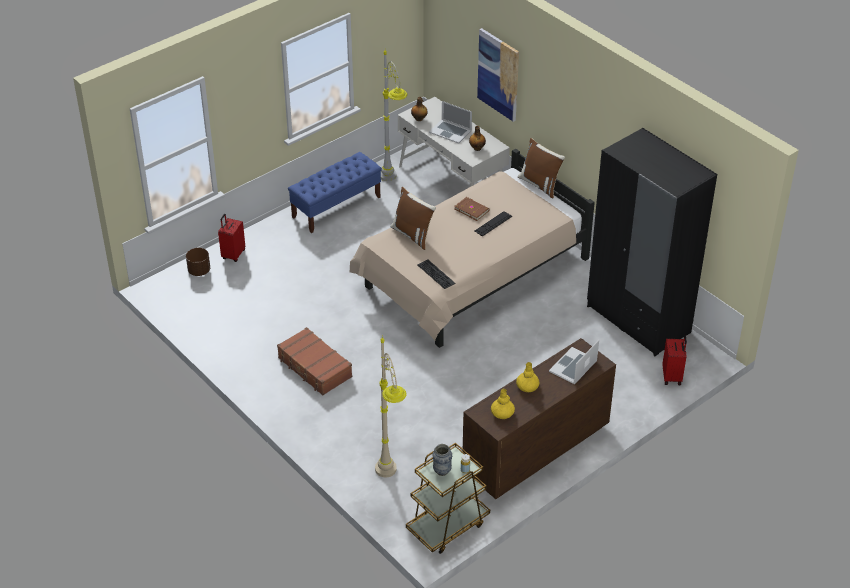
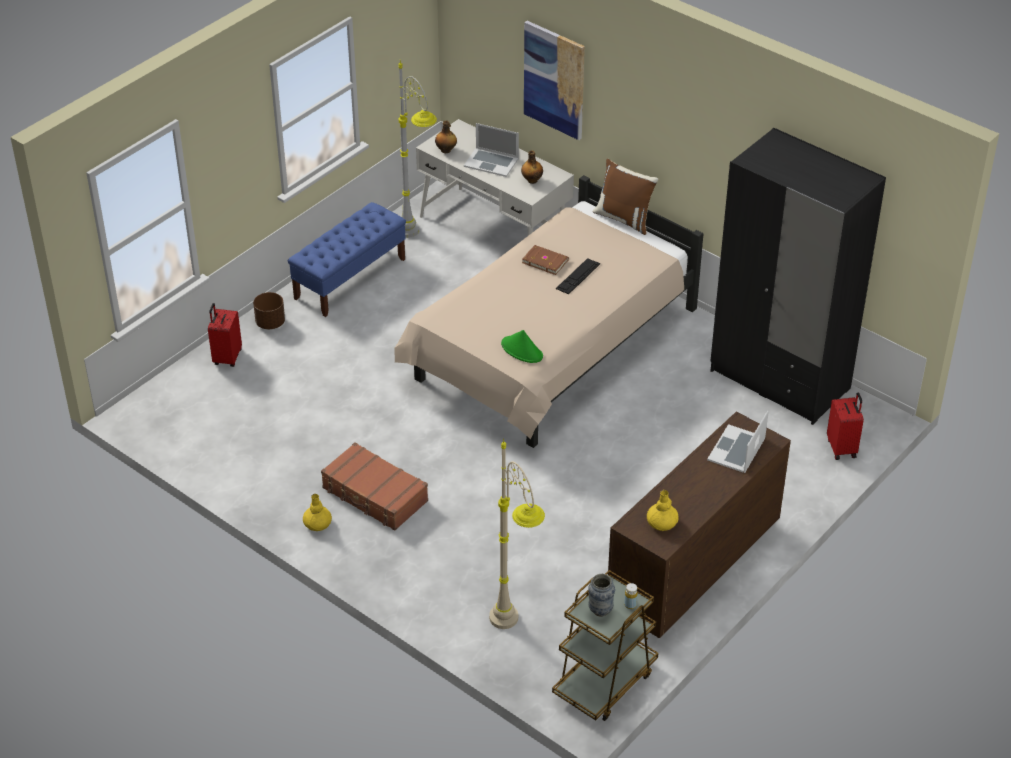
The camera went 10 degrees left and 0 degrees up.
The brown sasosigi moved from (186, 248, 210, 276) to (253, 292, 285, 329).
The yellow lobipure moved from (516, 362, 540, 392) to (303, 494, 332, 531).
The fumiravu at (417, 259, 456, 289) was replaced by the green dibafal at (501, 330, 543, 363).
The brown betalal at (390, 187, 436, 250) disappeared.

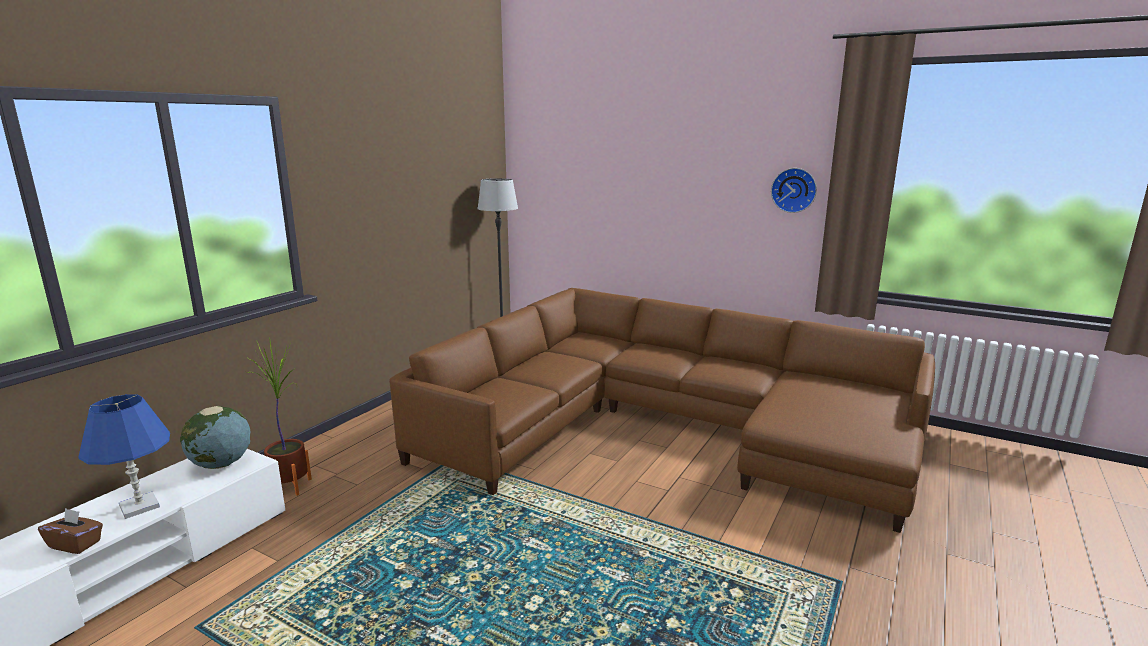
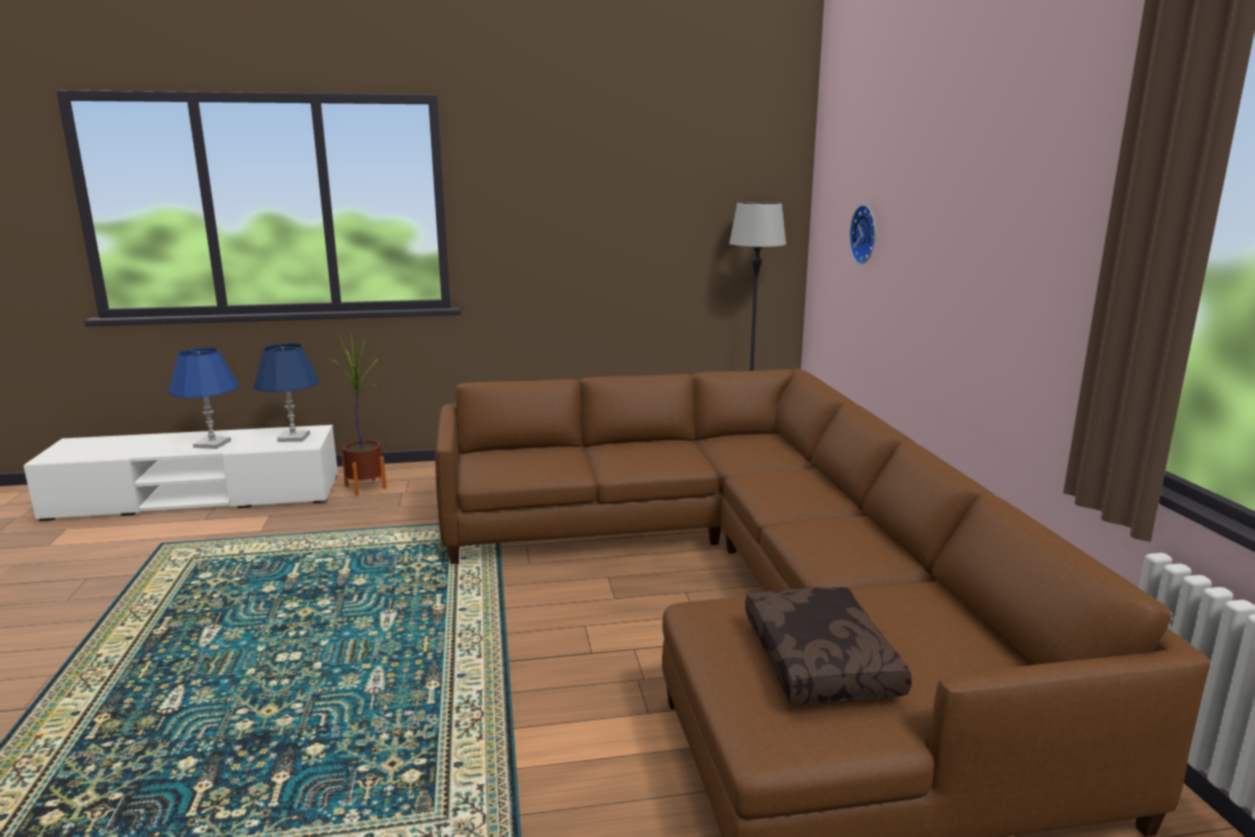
The camera went 50 degrees right and 0 degrees up.
The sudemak at (180, 406, 250, 469) was replaced by the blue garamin at (254, 343, 319, 442).
The brown betalal at (745, 587, 912, 704) appeared.
The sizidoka moved from (771, 168, 817, 213) to (849, 205, 876, 265).
The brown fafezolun at (38, 508, 103, 554) disappeared.

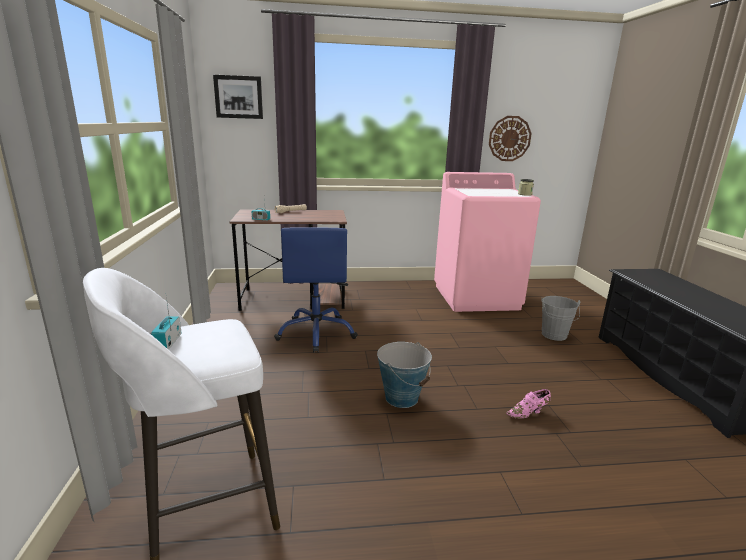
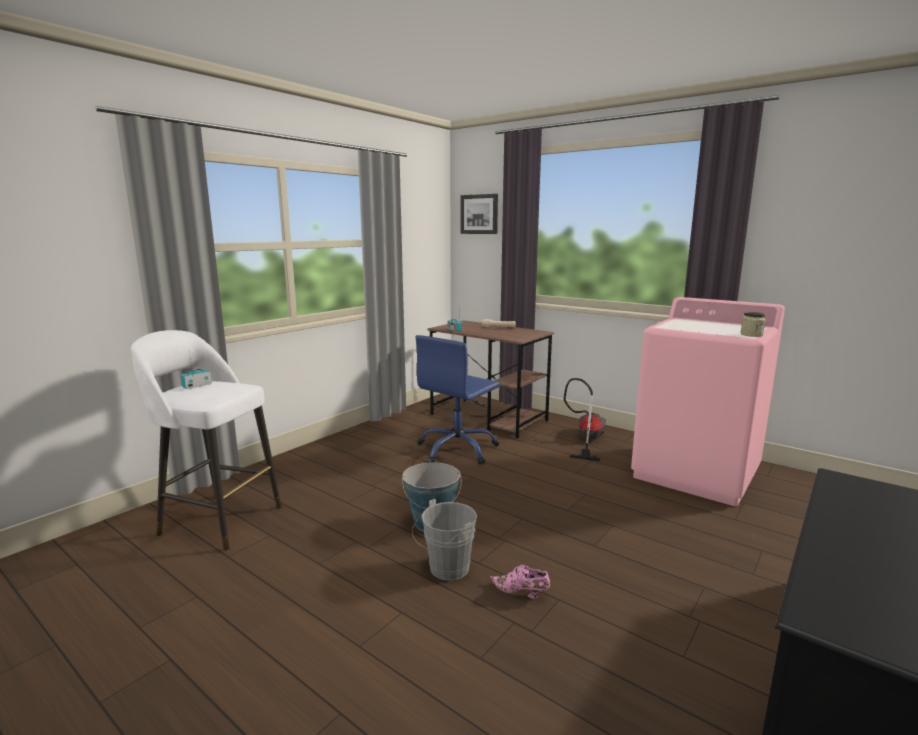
The camera went 45 degrees right and 5 degrees down.
The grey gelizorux moved from (541, 296, 581, 341) to (412, 499, 477, 581).
The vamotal at (564, 378, 606, 461) appeared.
The sizidoka at (489, 116, 532, 161) disappeared.

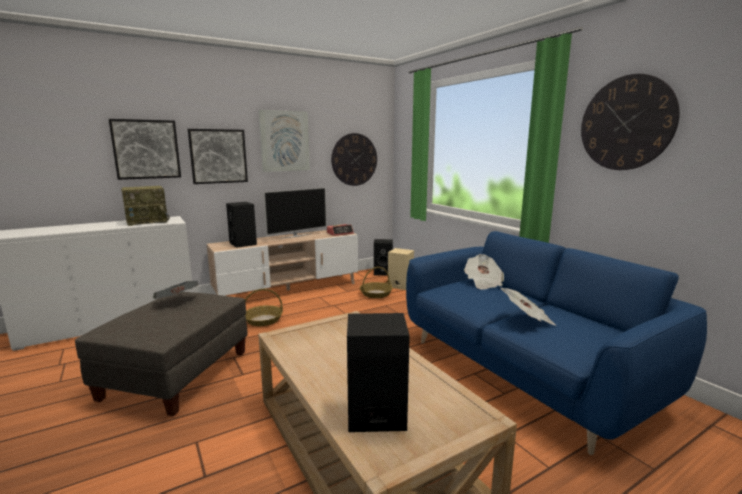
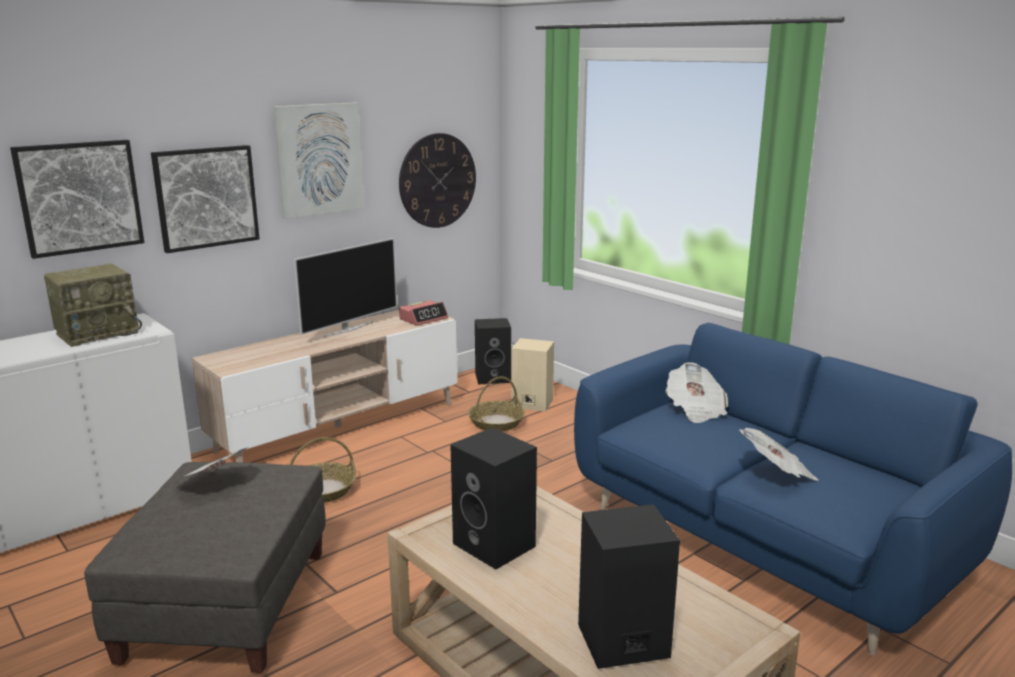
The camera went 10 degrees left and 5 degrees up.
The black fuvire moved from (226, 202, 257, 248) to (450, 427, 537, 569).
The sizidoka at (581, 74, 680, 170) disappeared.

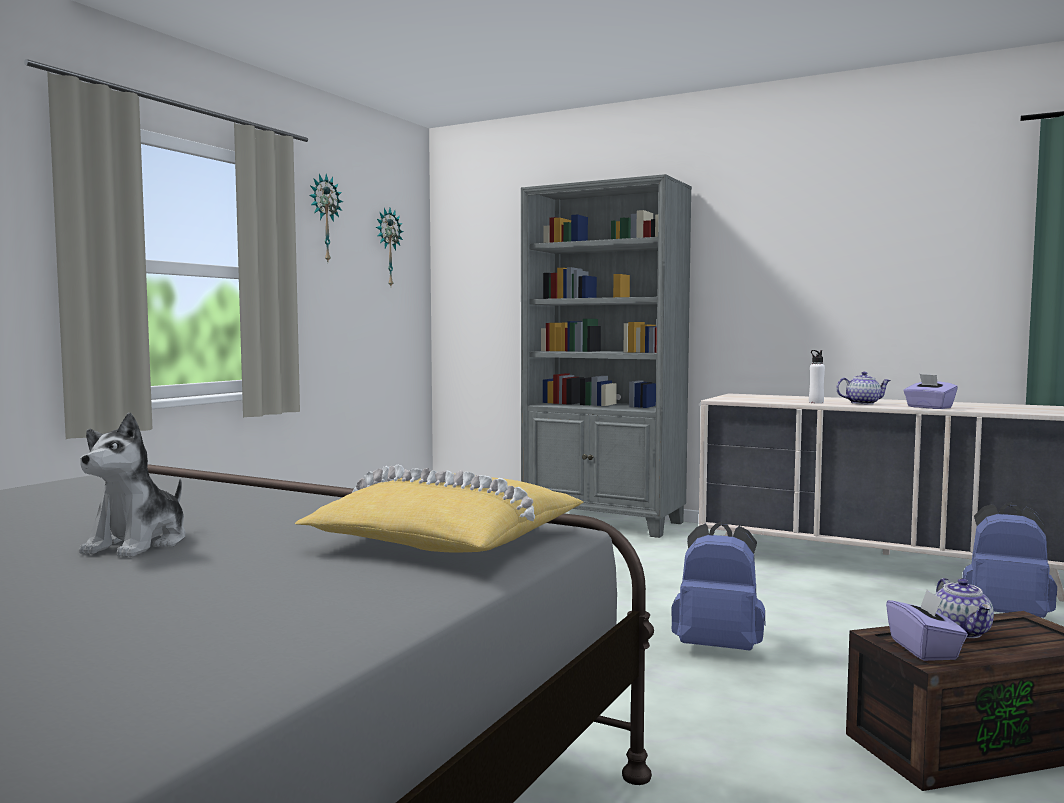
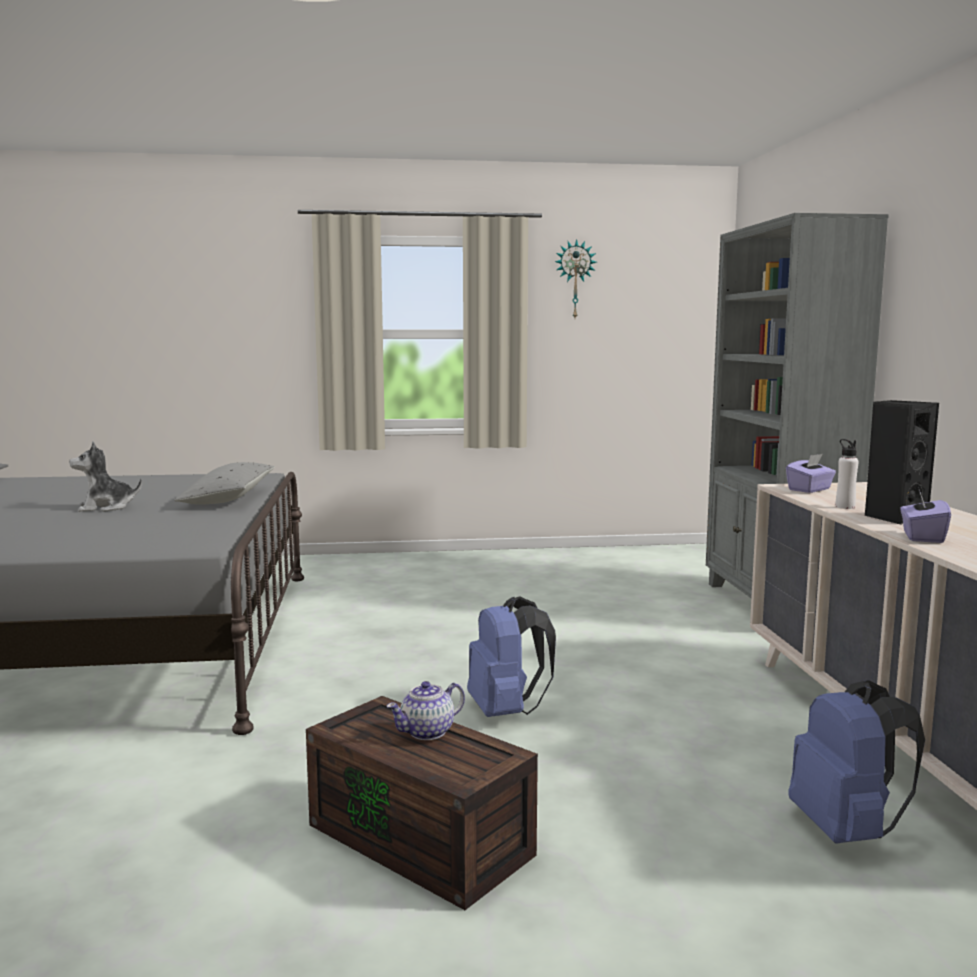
The camera went 55 degrees right and 5 degrees up.
The grey betalal at (174, 462, 275, 505) appeared.
The purple fafezolun moved from (886, 589, 968, 661) to (786, 454, 836, 493).
The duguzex at (836, 372, 891, 404) was replaced by the black fuvire at (865, 400, 939, 525).
The yellow betalal at (295, 465, 584, 553) disappeared.
The sizidoka at (376, 208, 403, 286) disappeared.

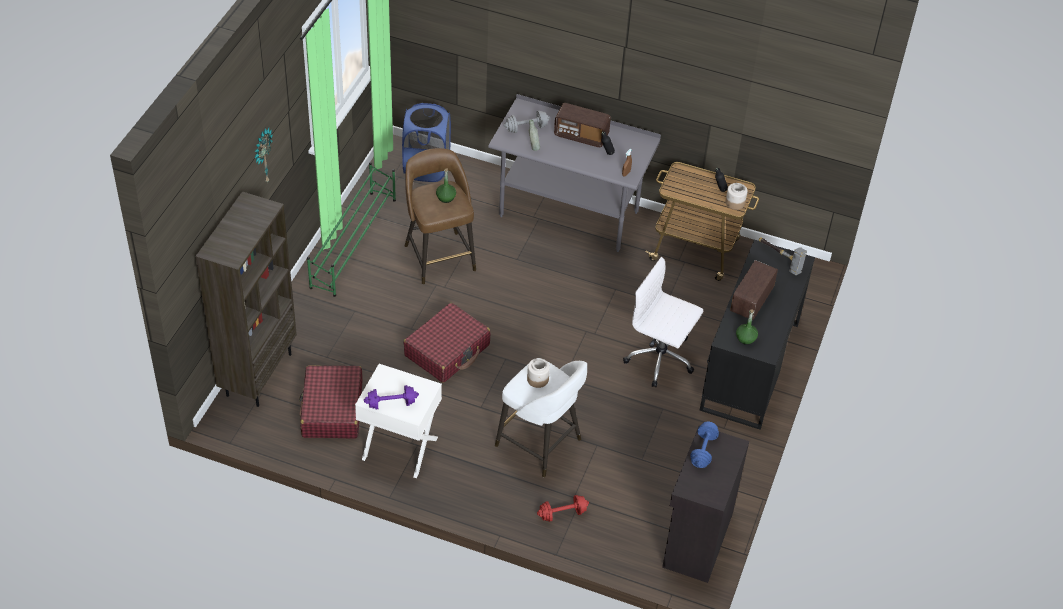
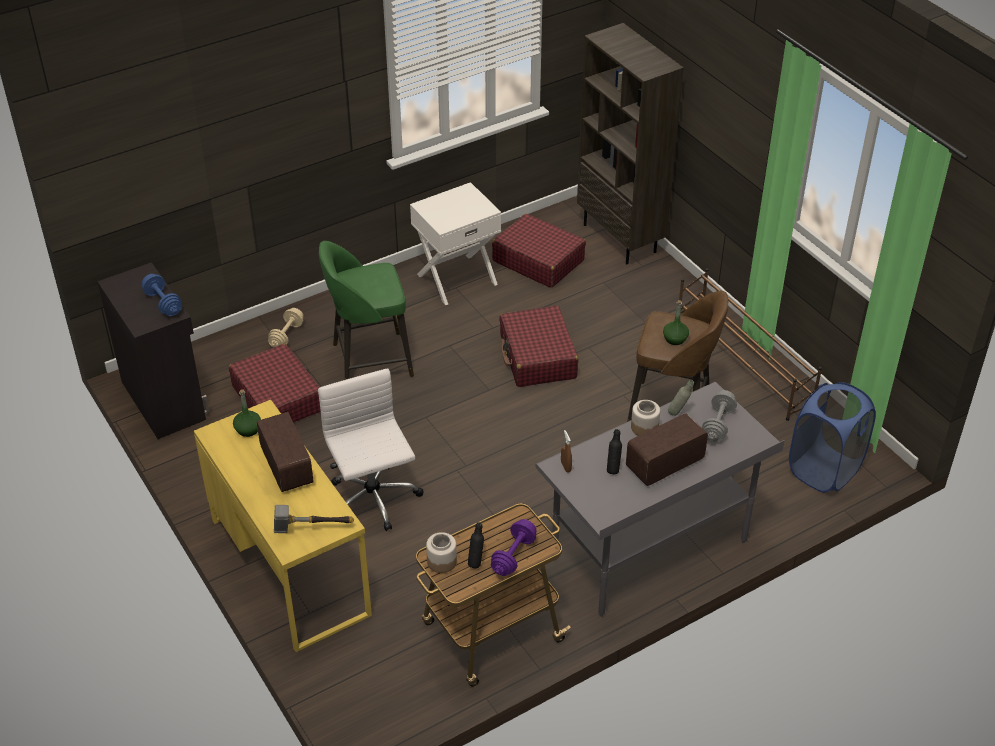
The camera went 130 degrees right and 5 degrees down.
The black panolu at (700, 240, 815, 430) became the yellow panolu at (194, 400, 372, 652).
The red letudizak at (229, 343, 321, 423) appeared.
The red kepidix at (537, 495, 589, 522) became the beige kepidix at (268, 308, 303, 348).
The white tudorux at (623, 257, 703, 387) turned 90 degrees counterclockwise.
The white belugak at (495, 358, 587, 477) became the green belugak at (319, 241, 414, 380).
The purple kepidix moved from (364, 385, 419, 410) to (491, 519, 536, 576).
The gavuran moved from (527, 358, 550, 388) to (631, 400, 660, 436).
The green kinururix at (307, 162, 396, 297) became the brown kinururix at (679, 268, 822, 421).
The sizidoka at (255, 128, 273, 183) disappeared.

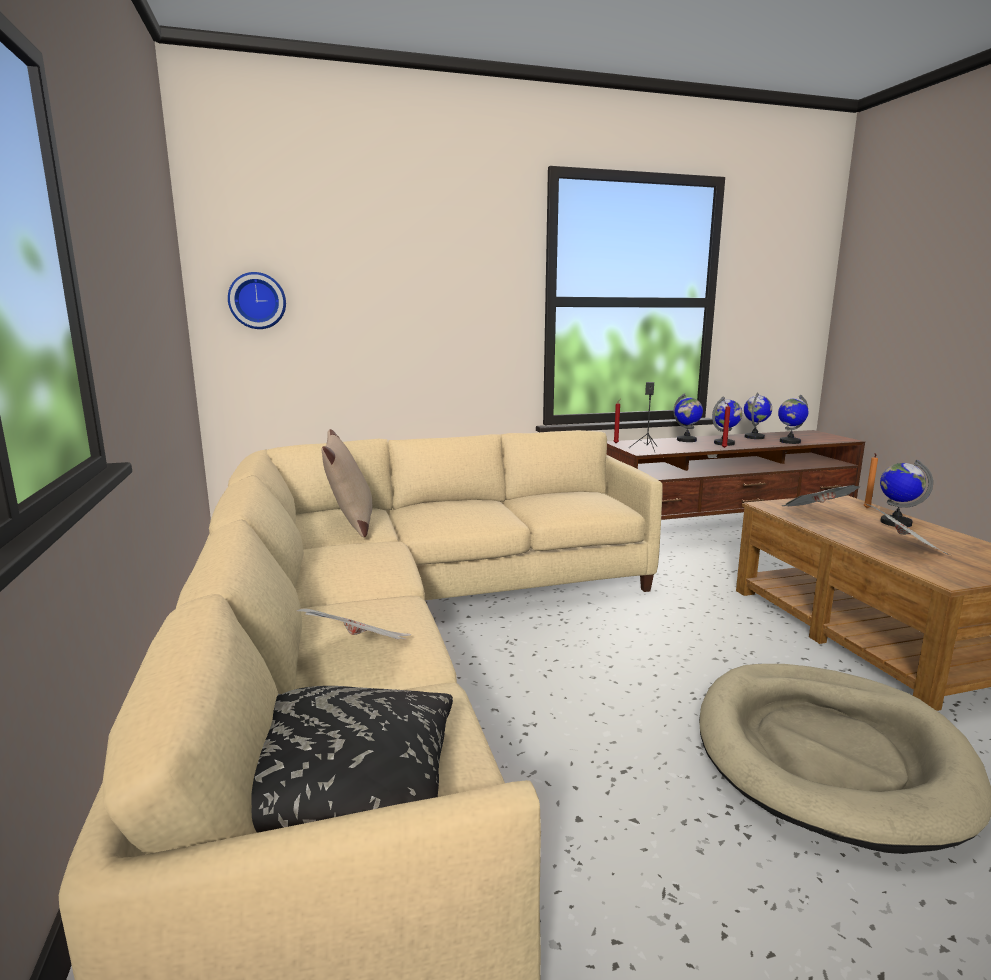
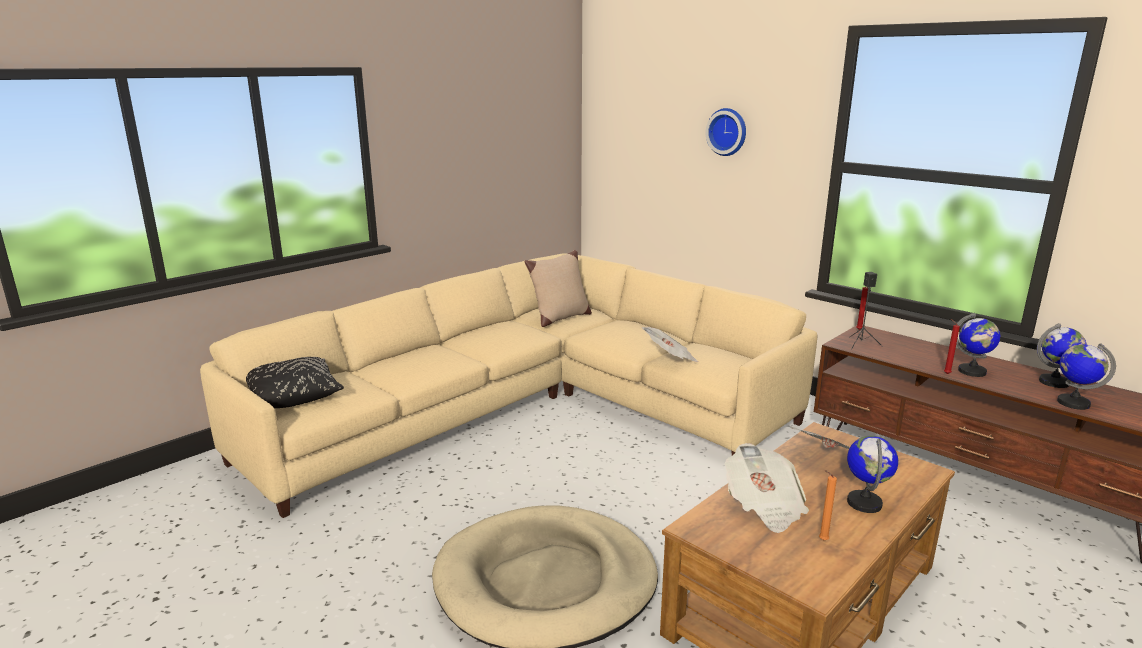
The camera went 60 degrees right and 5 degrees up.
The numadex moved from (297, 608, 412, 640) to (641, 327, 698, 362).
The sizidoka moved from (228, 272, 286, 329) to (706, 108, 746, 156).
The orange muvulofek moved from (864, 453, 878, 508) to (819, 470, 837, 541).
The sudemak at (674, 393, 703, 442) disappeared.

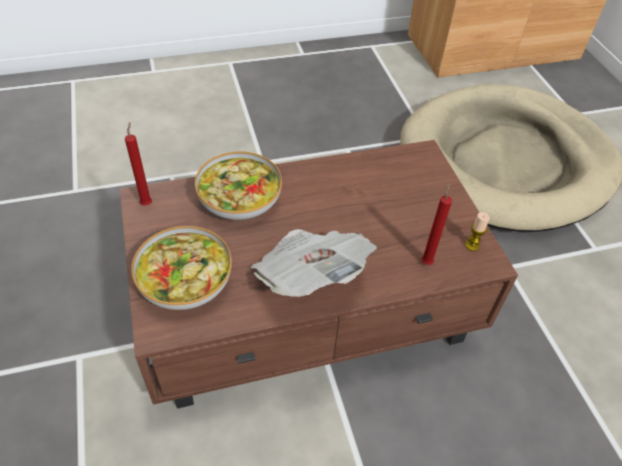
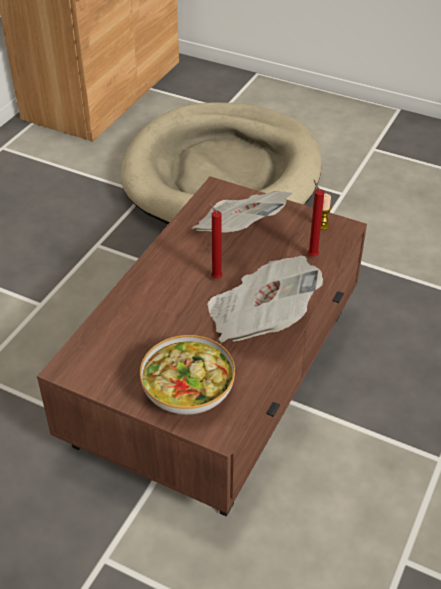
The camera went 45 degrees left and 5 degrees down.
The numadex at (191, 191, 293, 233) appeared.
The red muvulofek moved from (125, 122, 152, 206) to (208, 202, 222, 279).
The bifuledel at (195, 151, 282, 220) disappeared.

